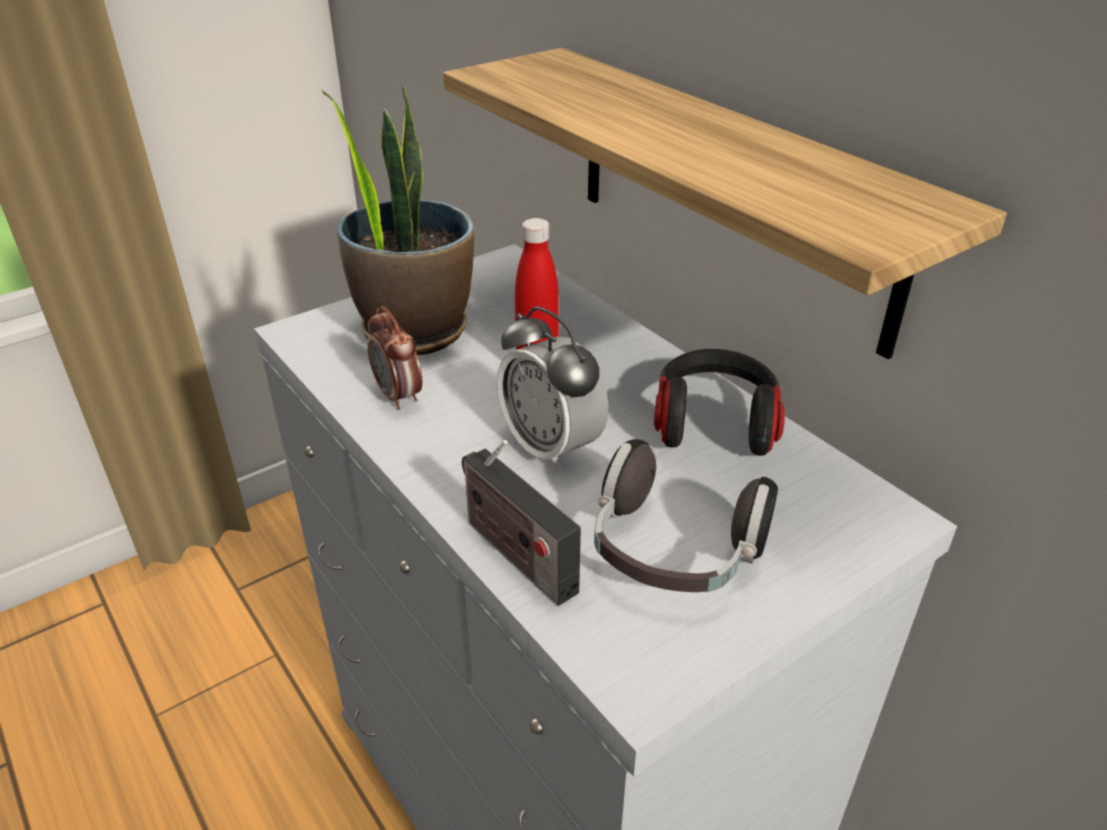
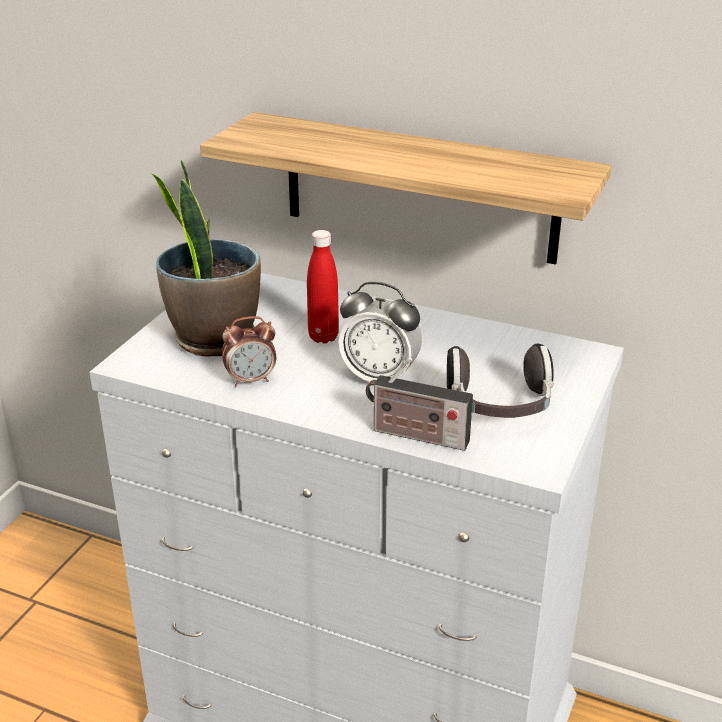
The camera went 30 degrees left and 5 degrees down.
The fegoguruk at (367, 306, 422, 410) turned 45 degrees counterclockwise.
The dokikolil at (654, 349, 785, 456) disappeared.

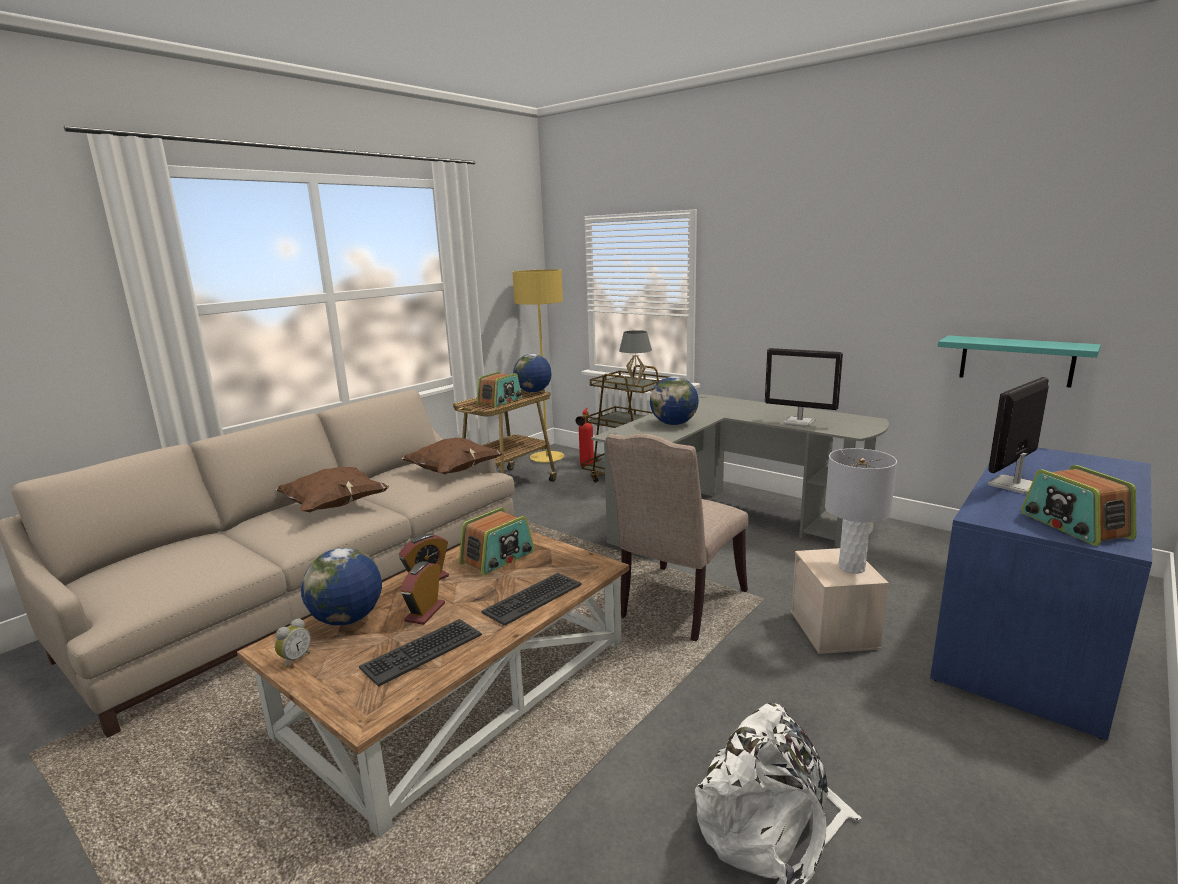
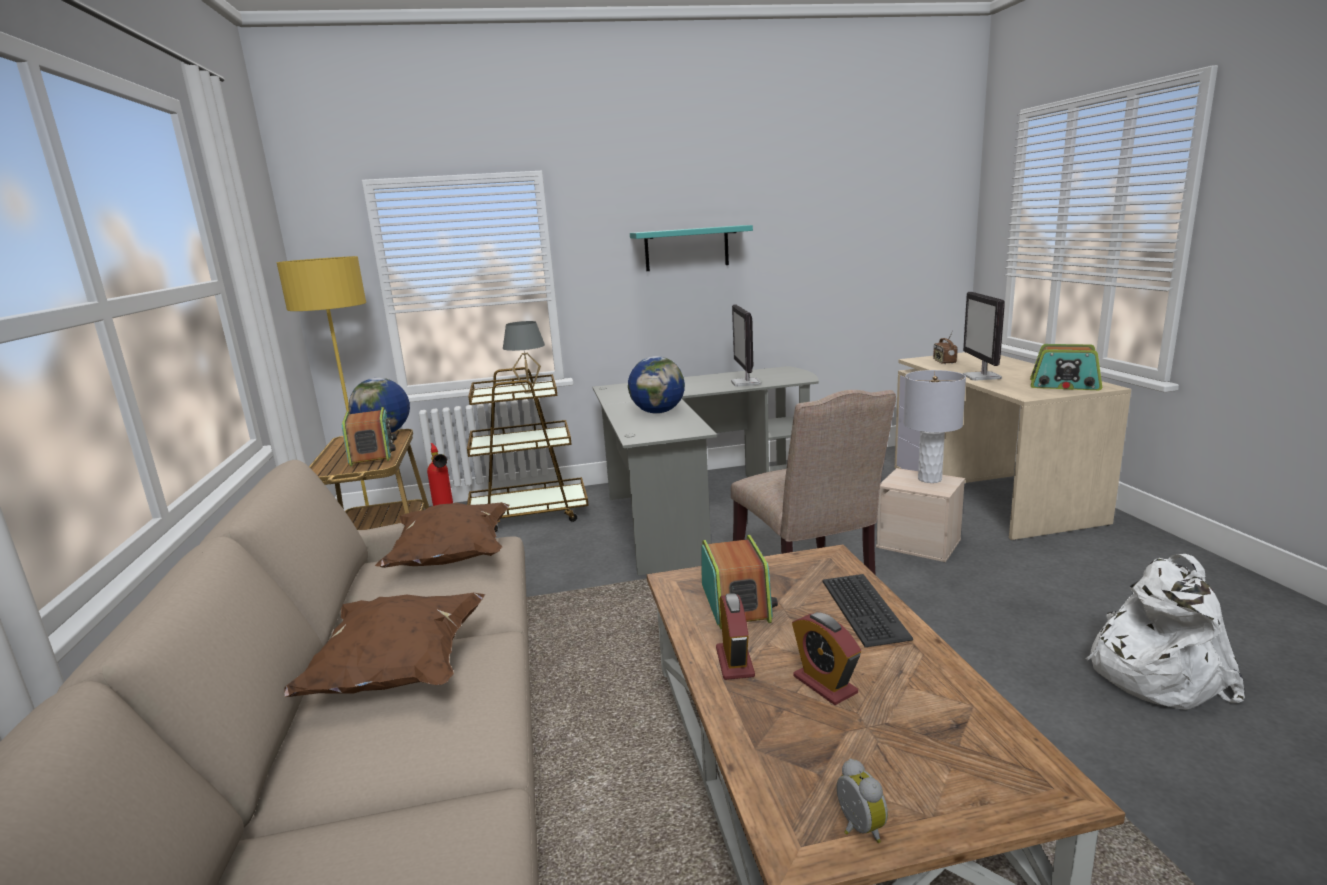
The camera went 50 degrees left and 0 degrees up.
The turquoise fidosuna moved from (938, 336, 1101, 388) to (630, 225, 753, 271).
The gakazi at (765, 348, 843, 427) turned 105 degrees clockwise.
The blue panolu at (930, 447, 1152, 740) became the beige panolu at (895, 352, 1131, 540).
The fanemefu at (933, 330, 957, 364) appeared.
The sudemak at (301, 548, 382, 625) disappeared.
The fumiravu at (359, 619, 482, 687) disappeared.

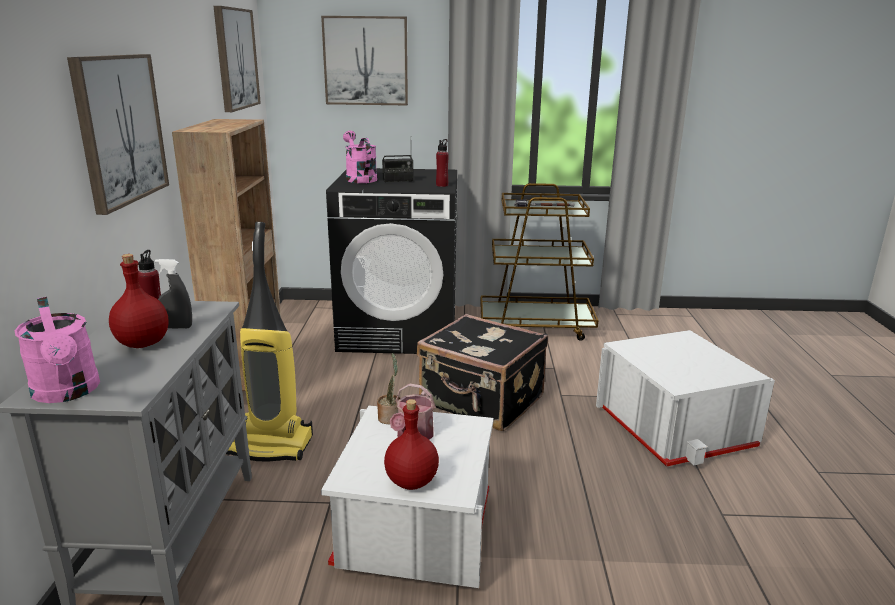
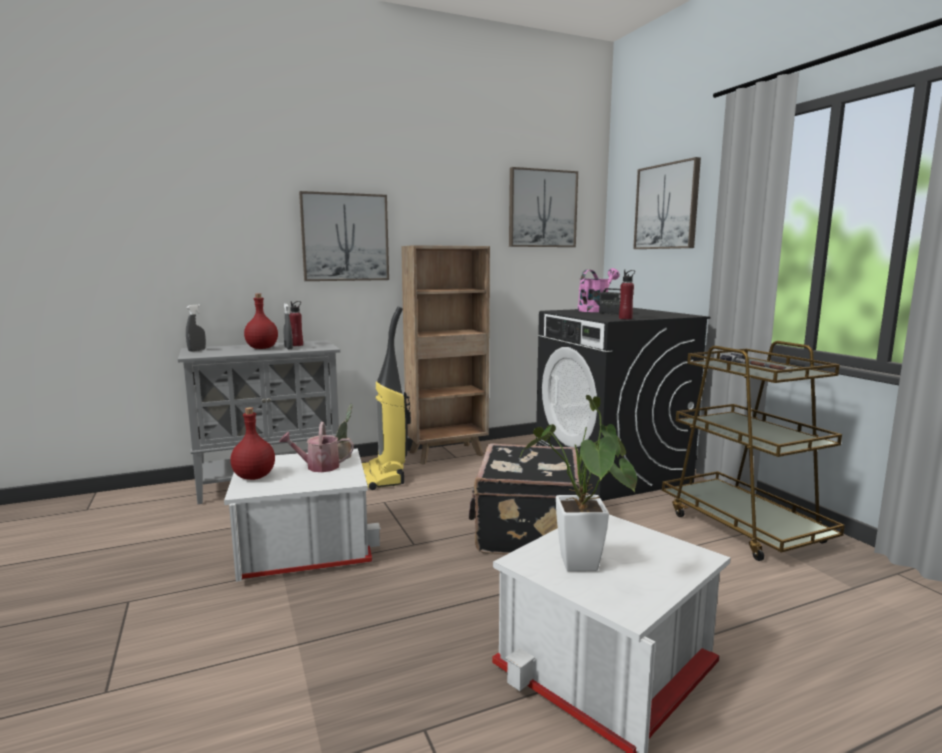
The camera went 65 degrees right and 10 degrees down.
The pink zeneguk at (15, 297, 100, 403) was replaced by the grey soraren at (186, 304, 206, 352).
The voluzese at (520, 395, 637, 572) appeared.

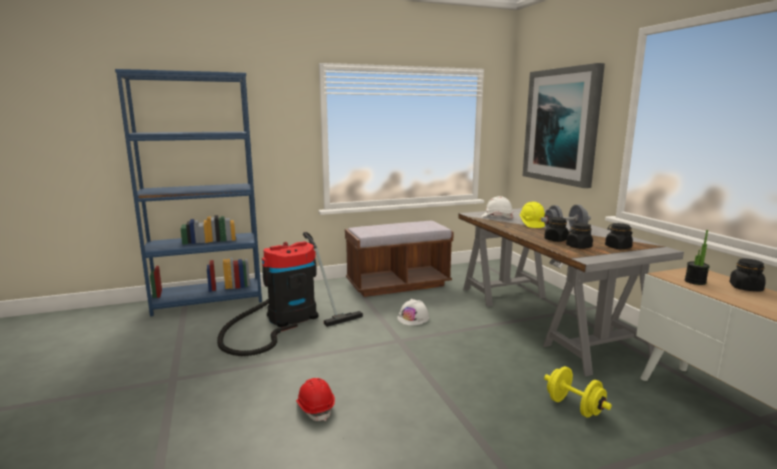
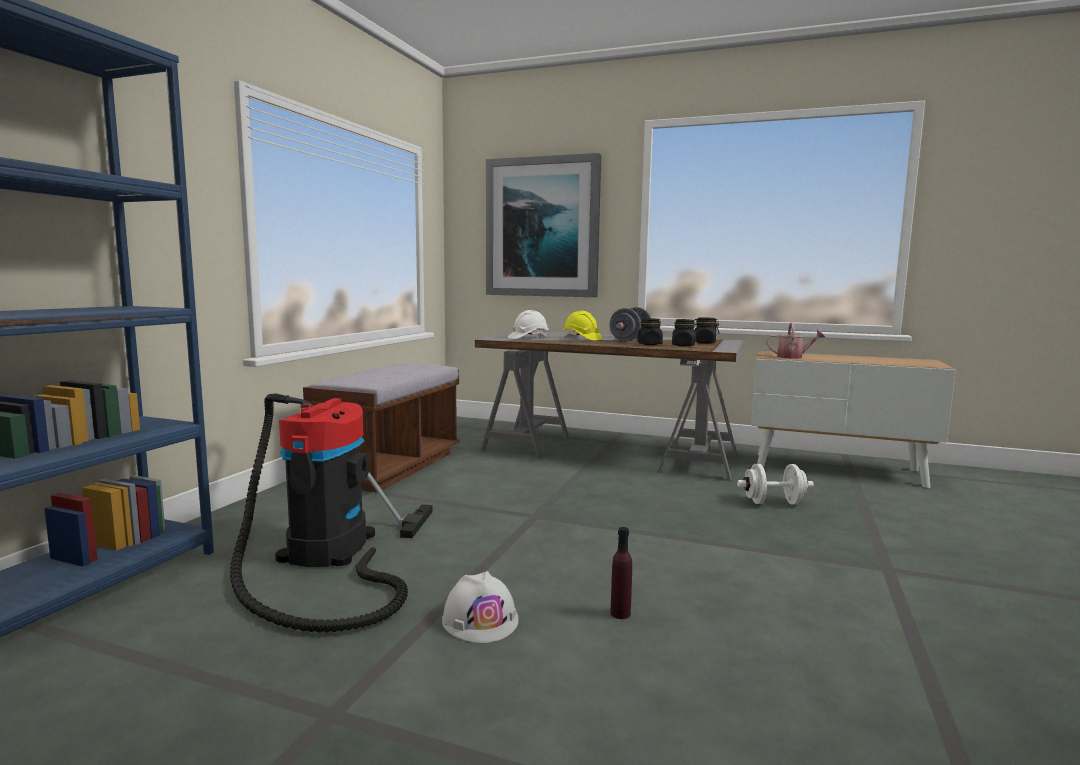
The camera went 50 degrees left and 5 degrees down.
The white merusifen moved from (397, 299, 429, 326) to (442, 571, 519, 643).
The red merusifen at (296, 378, 335, 421) was replaced by the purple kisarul at (610, 527, 632, 619).
The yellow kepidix at (544, 366, 612, 418) became the white kepidix at (737, 464, 814, 505).
The voluzese at (685, 230, 710, 285) was replaced by the zeneguk at (766, 323, 825, 359).
The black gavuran at (730, 258, 766, 292) disappeared.

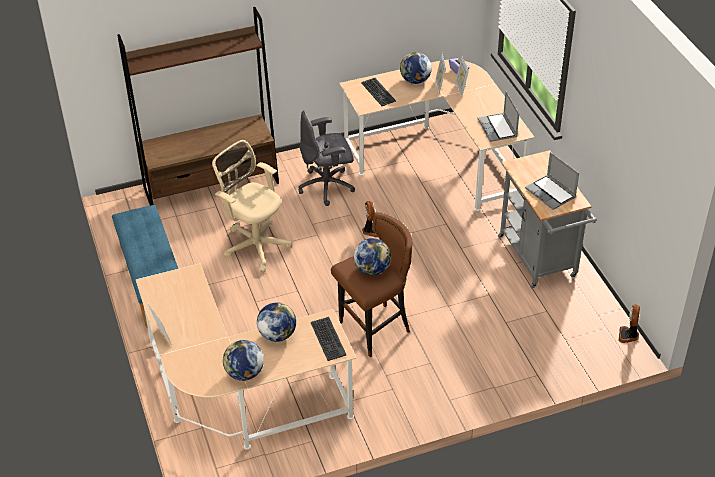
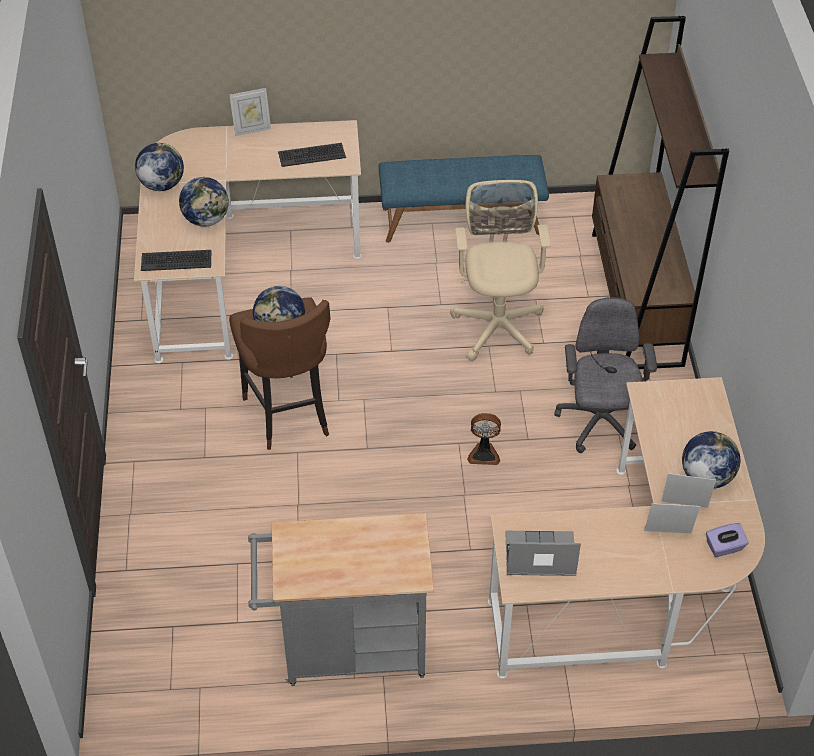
The camera went 105 degrees right and 5 degrees up.
The fumiravu moved from (361, 78, 396, 106) to (278, 143, 346, 167).
The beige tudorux at (212, 140, 292, 272) turned 60 degrees counterclockwise.
The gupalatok at (525, 152, 579, 210) disappeared.
The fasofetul at (618, 304, 640, 343) disappeared.

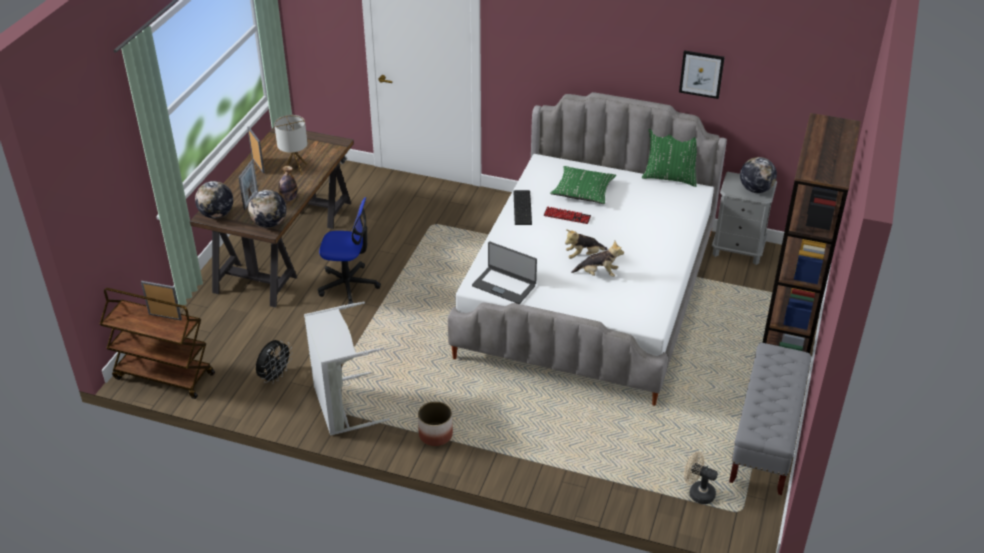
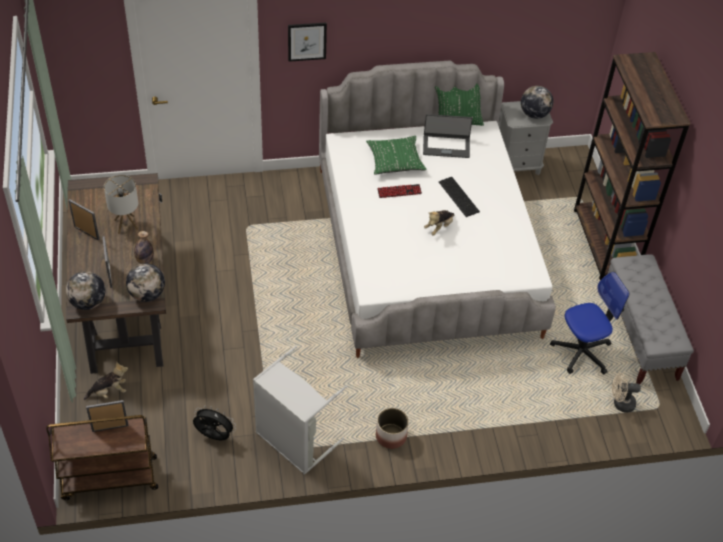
The camera went 30 degrees left and 10 degrees up.
The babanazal moved from (571, 241, 624, 277) to (84, 362, 128, 400).
The black fasofetul at (256, 340, 293, 384) turned 75 degrees counterclockwise.
The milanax moved from (679, 50, 725, 99) to (288, 23, 327, 62).
The gupalatok moved from (472, 242, 537, 304) to (423, 114, 473, 158).
The fumiravu moved from (513, 190, 532, 225) to (439, 177, 480, 217).
The tudorux moved from (318, 197, 381, 305) to (550, 272, 629, 374).

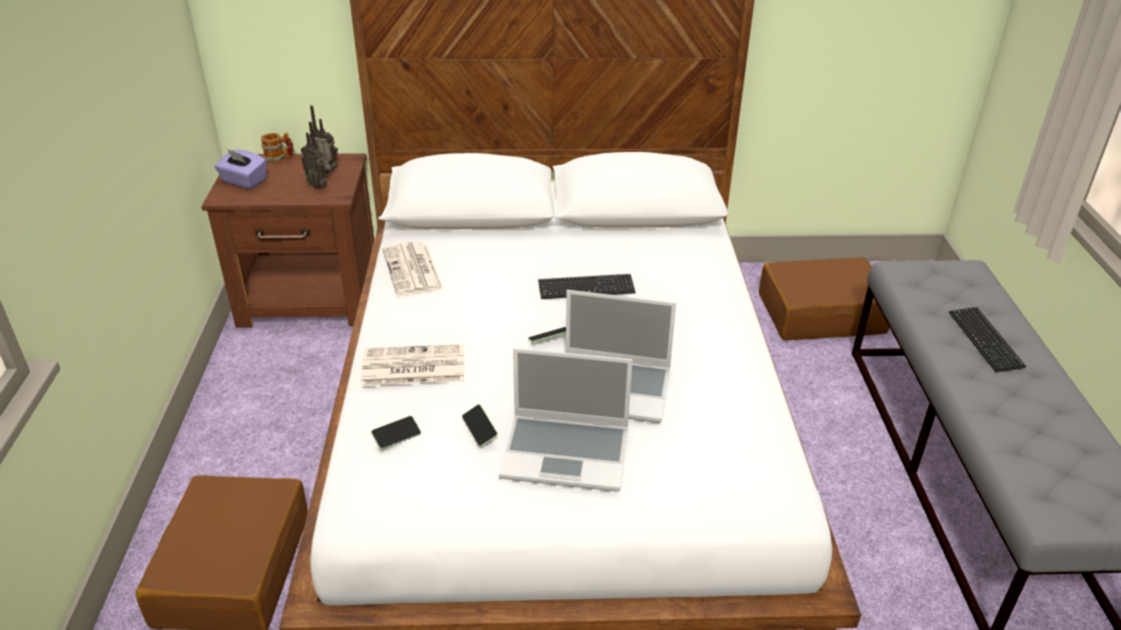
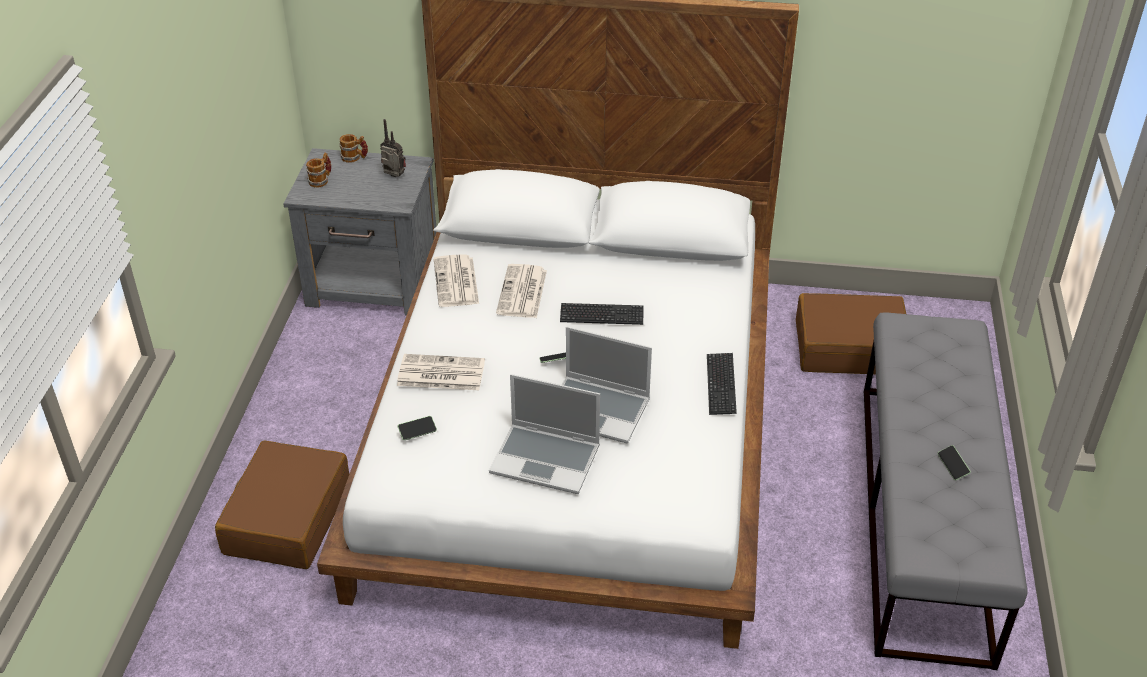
The camera went 10 degrees right and 5 degrees up.
The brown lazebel at (202, 153, 374, 328) became the grey lazebel at (283, 148, 436, 316).
The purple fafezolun at (215, 149, 267, 189) was replaced by the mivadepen at (306, 153, 331, 188).
The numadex at (496, 264, 547, 318) appeared.
The fumiravu moved from (949, 307, 1026, 372) to (707, 353, 737, 415).
The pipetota moved from (462, 404, 498, 447) to (937, 445, 971, 480).
The fanemefu at (301, 122, 328, 189) disappeared.

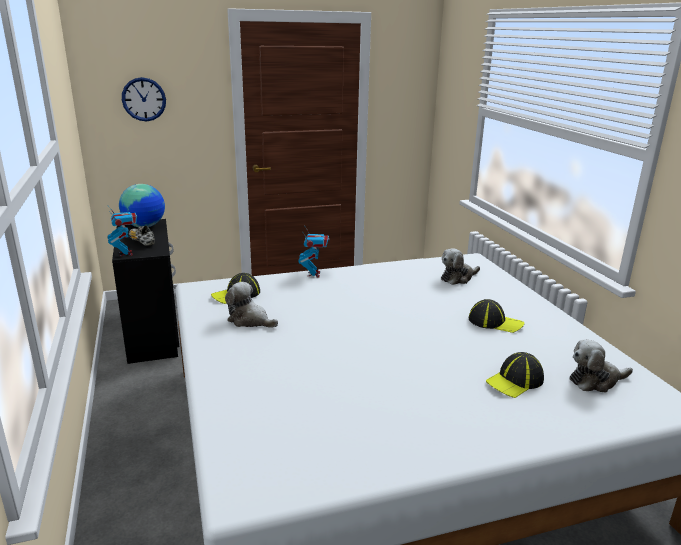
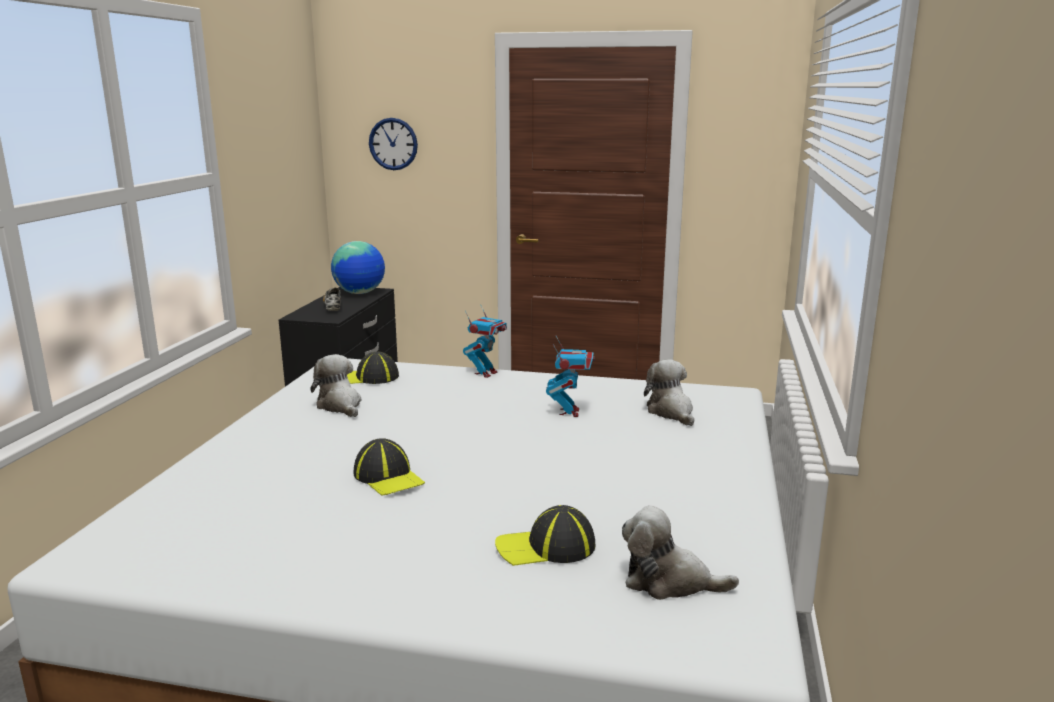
The camera went 30 degrees right and 5 degrees down.
The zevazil moved from (469, 299, 524, 333) to (354, 438, 425, 496).
The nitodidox moved from (107, 207, 137, 256) to (546, 336, 595, 417).
The babanazal at (441, 248, 480, 285) turned 75 degrees clockwise.

